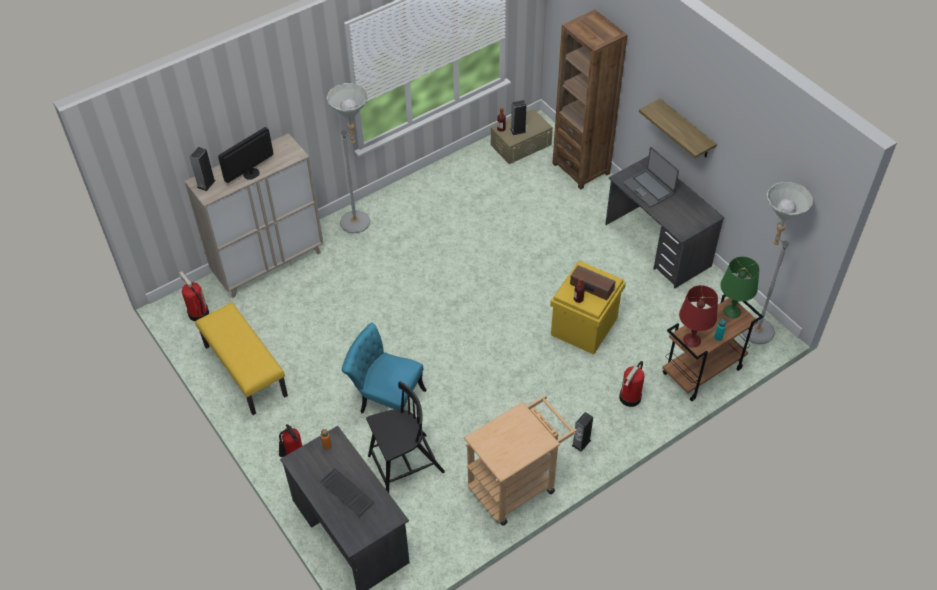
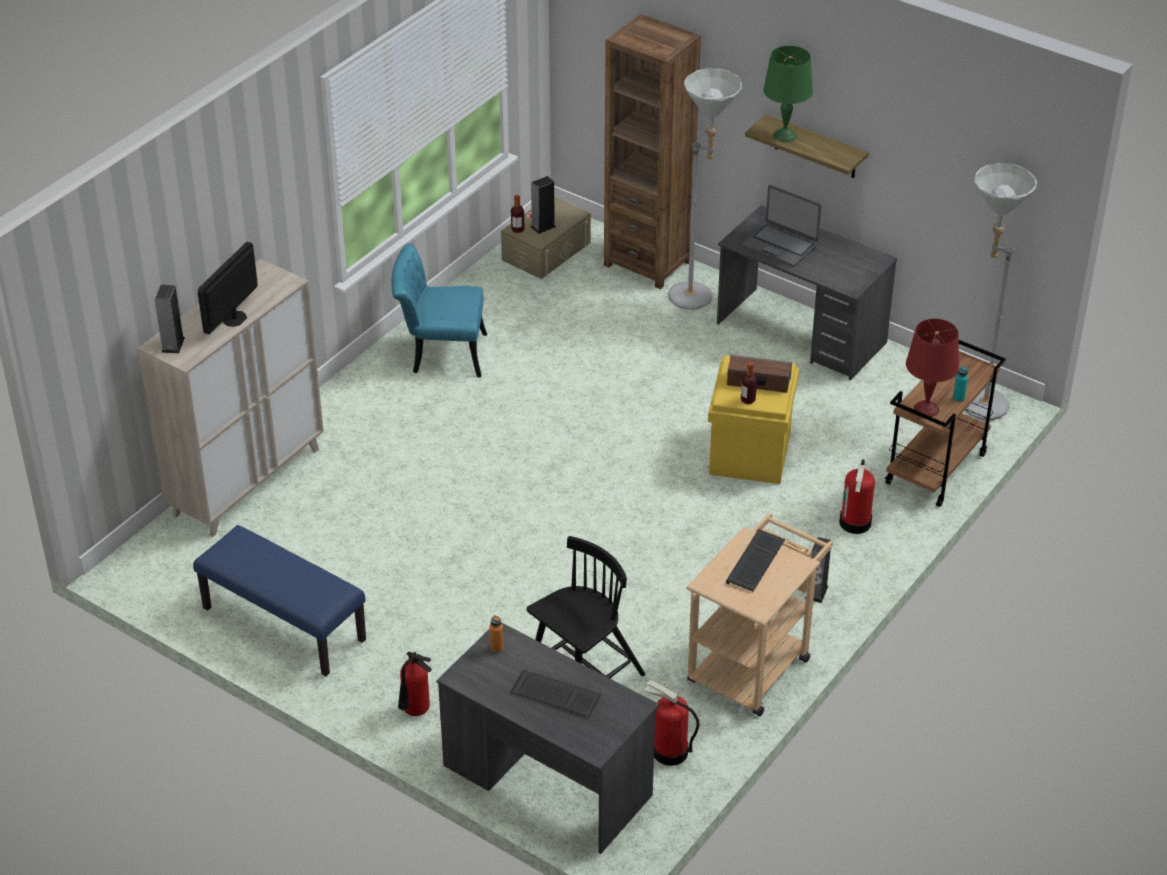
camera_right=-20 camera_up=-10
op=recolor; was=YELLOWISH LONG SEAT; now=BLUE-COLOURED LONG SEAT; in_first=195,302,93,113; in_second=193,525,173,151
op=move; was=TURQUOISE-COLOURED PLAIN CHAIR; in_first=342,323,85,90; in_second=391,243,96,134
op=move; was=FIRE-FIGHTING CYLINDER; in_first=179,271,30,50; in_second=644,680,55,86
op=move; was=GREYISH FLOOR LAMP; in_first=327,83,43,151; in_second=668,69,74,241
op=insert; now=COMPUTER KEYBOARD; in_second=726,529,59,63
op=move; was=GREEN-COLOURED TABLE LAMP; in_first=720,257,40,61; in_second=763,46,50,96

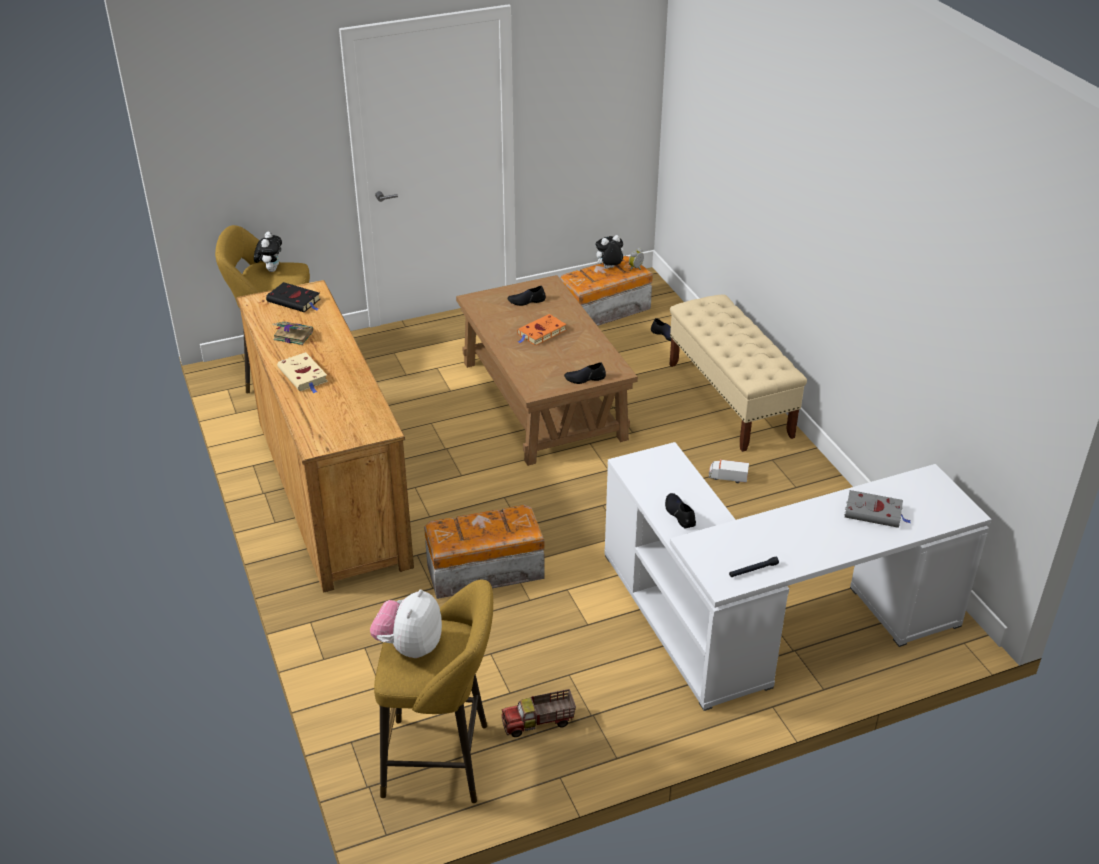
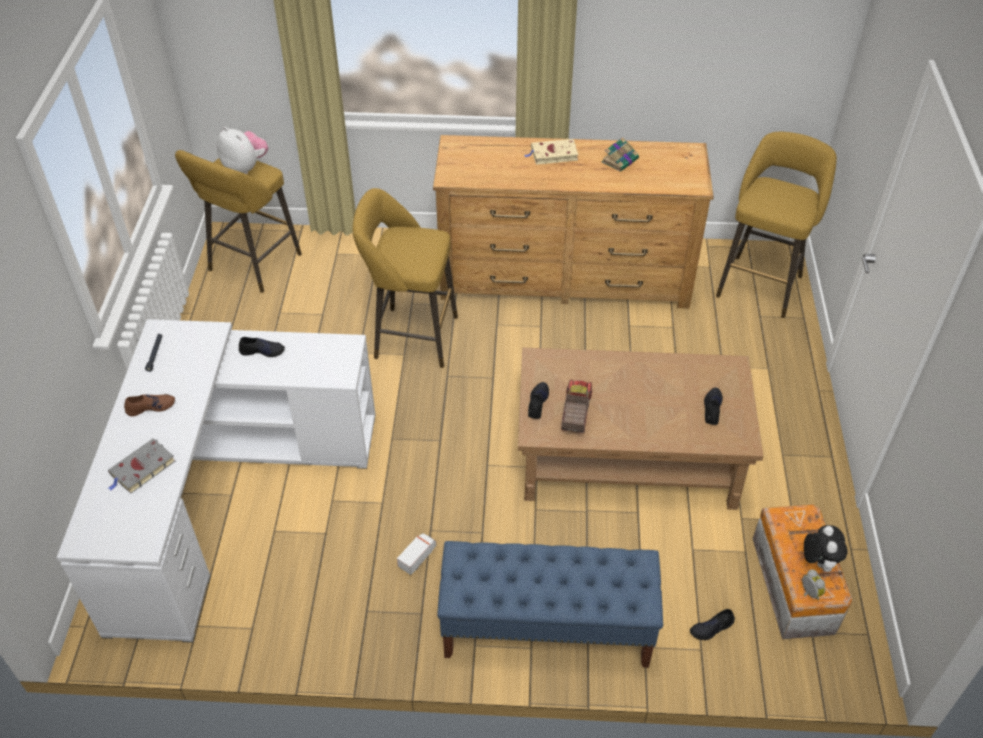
camera_right=115 camera_up=10
op=insert; now=BROWN SHOE; in_second=124,394,51,22
op=replace; was=STORAGE CONTAINER; now=YELLOWISH STOOL SEAT; in_first=424,505,121,94; in_second=352,188,106,180
op=recolor; was=BEIGE LONG SEAT; now=BLUE-COLOURED LONG SEAT; in_first=669,295,138,157; in_second=437,541,226,127
op=move; was=MODEL TRUCK; in_first=501,689,75,48; in_second=561,379,31,54
op=delete; was=CUDDLY TOY; in_first=254,232,28,40
op=delete; was=BLACK-COLOURED BOOK; in_first=266,282,54,30
op=delete; was=ORANGEY BOOK; in_first=517,314,50,32

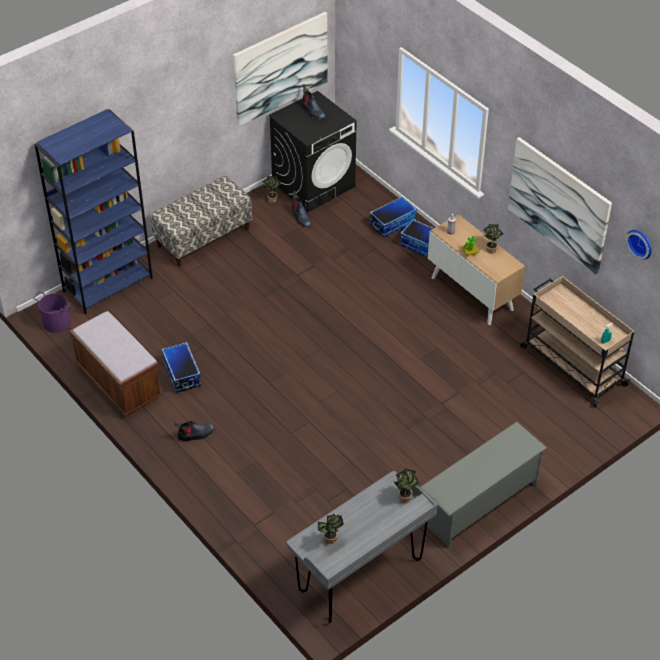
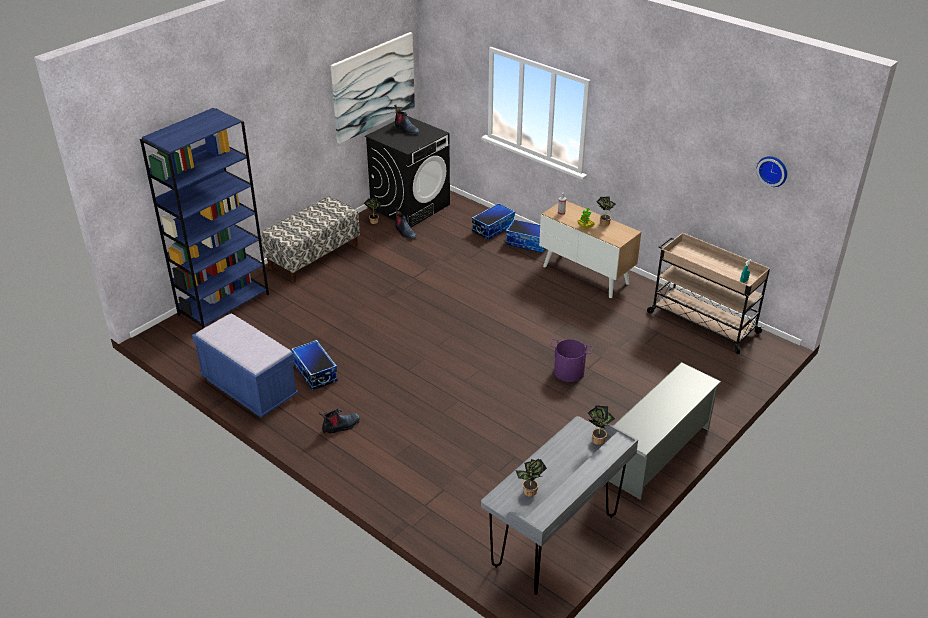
camera_right=-10 camera_up=-10
op=recolor; was=BROWN LONG SEAT; now=BLUE-COLOURED LONG SEAT; in_first=69,311,93,105; in_second=192,314,106,104
op=move; was=PURPLE-COLOURED WATER BUCKET; in_first=33,291,38,42; in_second=549,339,44,43
op=delete; was=PICTURE; in_first=508,137,104,138

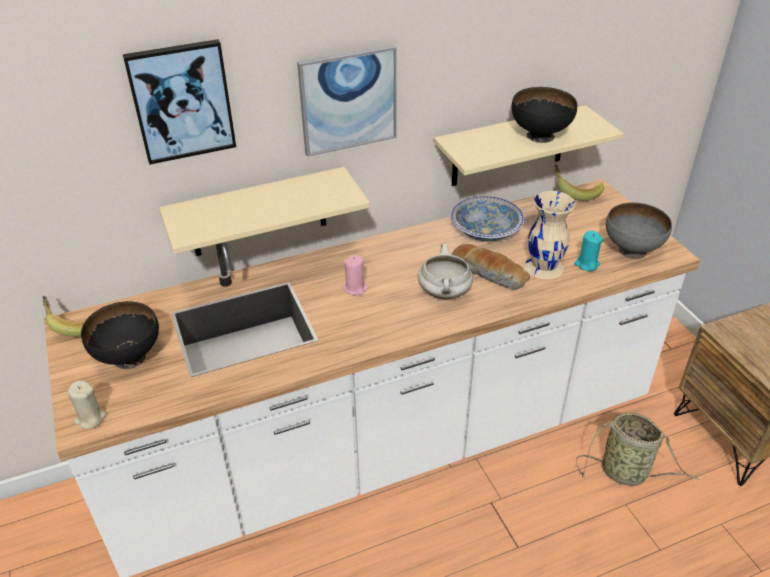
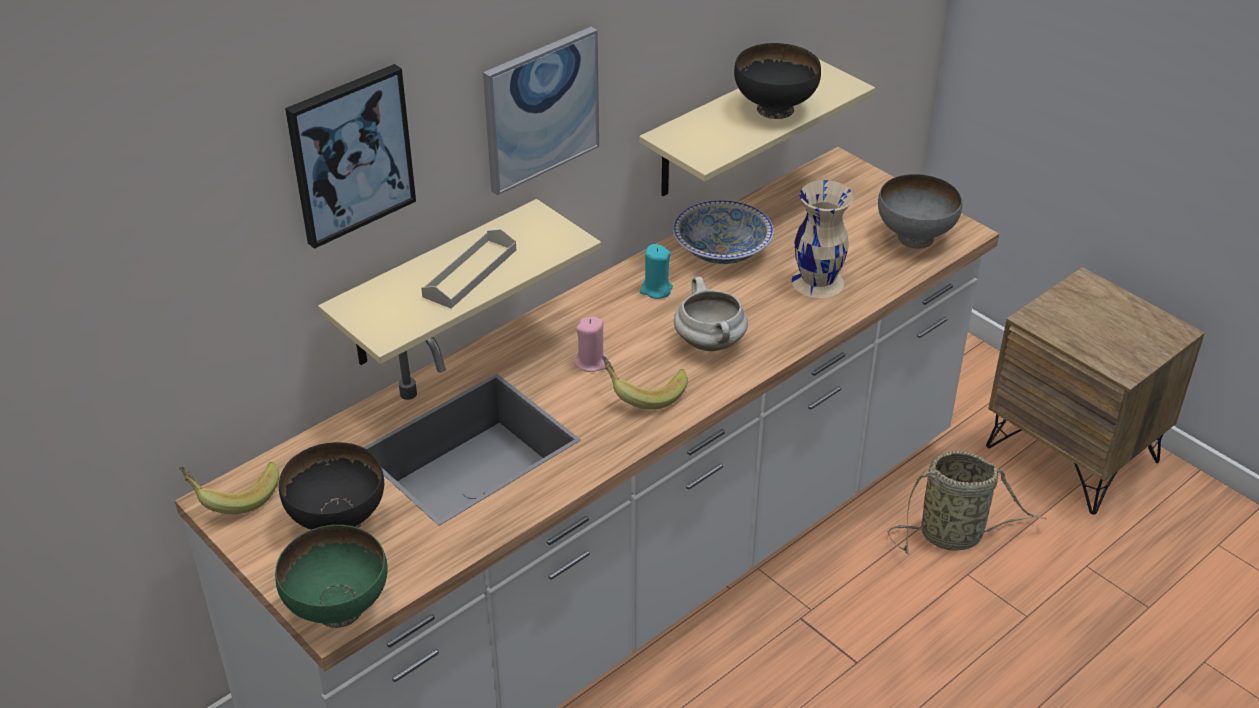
camera_right=-20 camera_up=0
op=replace; was=BEIGE WAX LIGHT; now=GREEN-COLOURED SERVING BOWL; in_first=67,381,39,48; in_second=275,525,113,103
op=insert; now=GREYISH TRAY; in_second=421,229,95,80
op=move; was=BANANA FRUIT; in_first=555,164,49,37; in_second=602,356,86,54
op=move; was=TURQUOISE-COLOURED WAX LIGHT; in_first=574,230,29,41; in_second=640,244,33,55
op=delete; was=BAKED BREAD; in_first=451,244,79,46

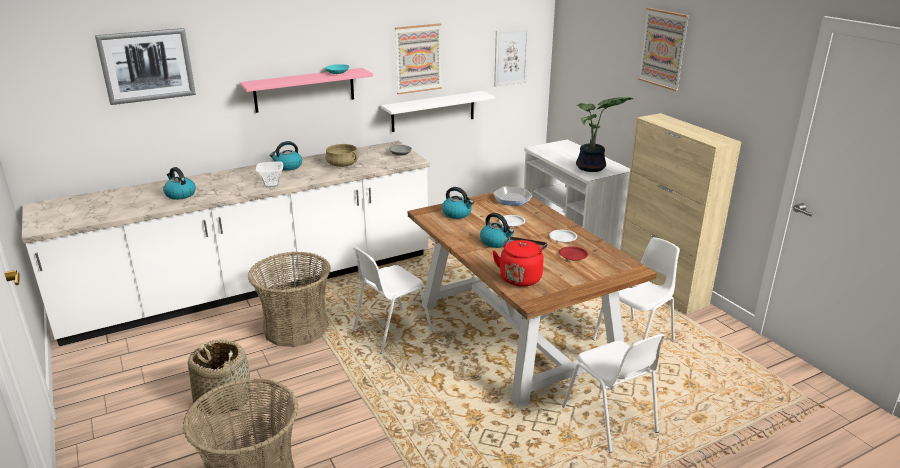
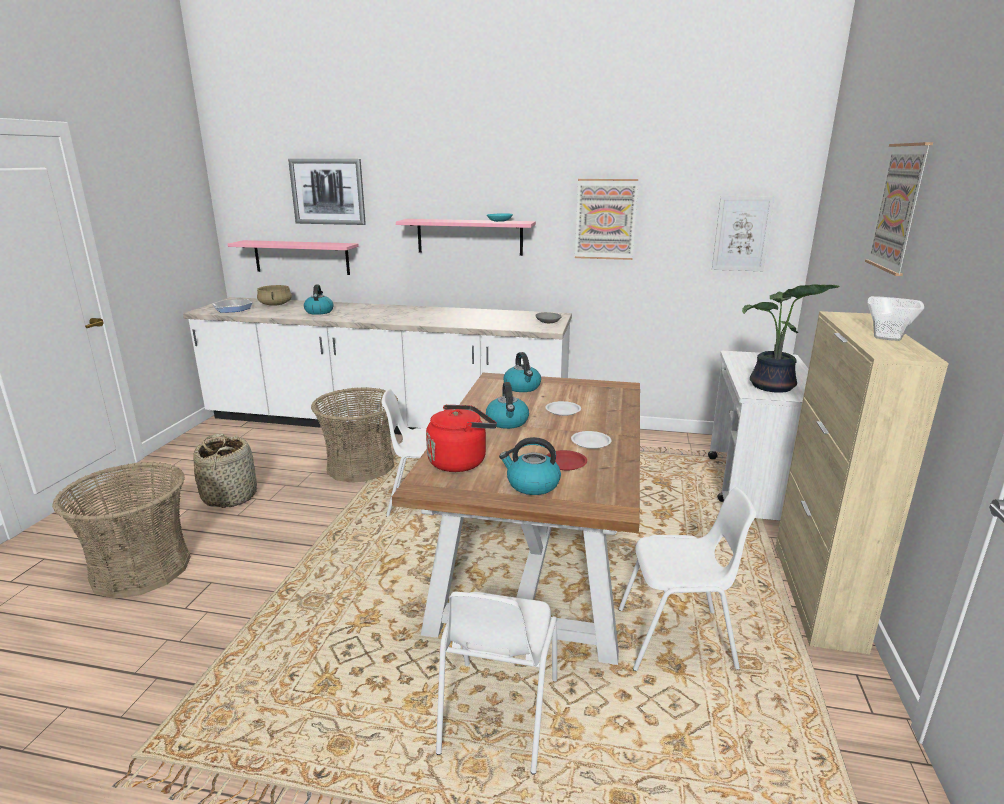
camera_right=40 camera_up=-5
op=move; was=SKILLET; in_first=493,186,39,20; in_second=212,299,41,14
op=insert; now=PINKISH BRACKET SHELF; in_second=228,240,131,35
op=move; was=BEIGE COOKING POT; in_first=325,144,34,23; in_second=257,285,35,21
op=move; was=WATER KETTLE; in_first=270,141,32,30; in_second=499,437,62,58
op=move; was=SERVING BOWL; in_first=256,162,27,25; in_second=868,296,56,45
op=delete; was=WHITE BRACKET SHELF; in_first=381,91,114,41

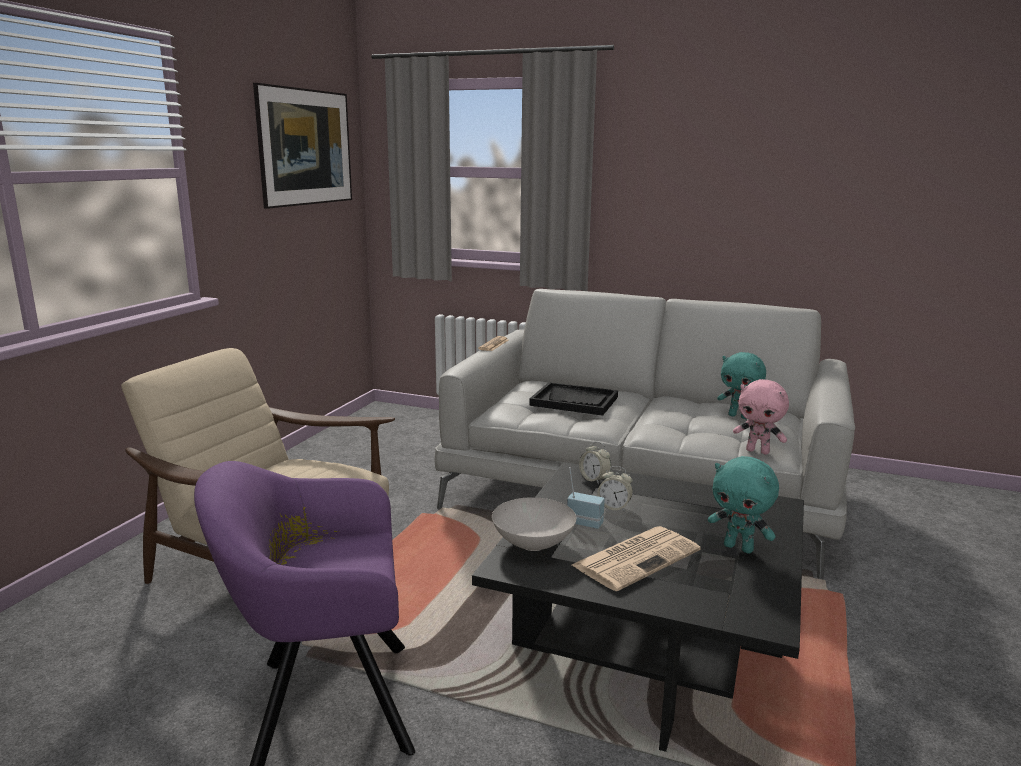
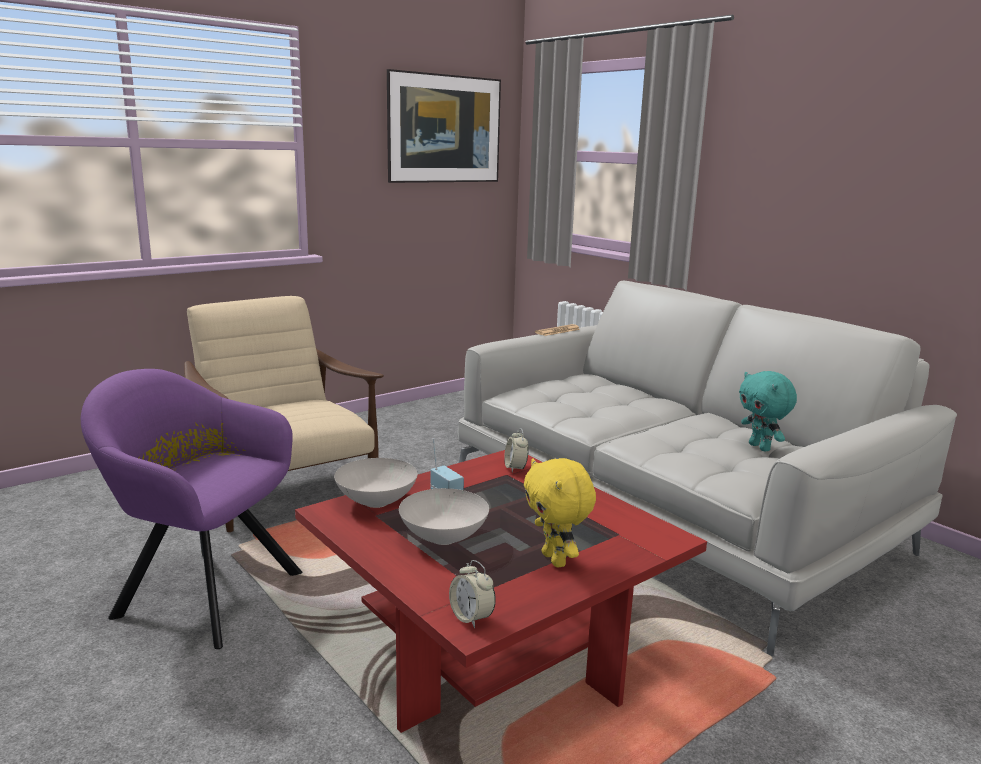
camera_right=30 camera_up=0
op=recolor; was=BLACK-COLOURED LOW TABLE; now=RED LOW TABLE; in_first=472,462,332,290; in_second=295,450,412,283
op=replace; was=DAILY PAPER; now=WHITE SERVING BOWL; in_first=572,526,129,65; in_second=399,488,90,57
op=move; was=BEDSIDE CLOCK; in_first=597,466,36,46; in_second=449,560,47,68
op=recolor; was=TURQUOISE-COLOURED CUDDLY TOY; now=YELLOWISH CUDDLY TOY; in_first=708,456,71,98; in_second=524,458,72,109
op=delete; was=BLACK-COLOURED TRAY; in_first=529,382,89,34
op=delete; was=PINKISH CUDDLY TOY; in_first=733,379,56,76

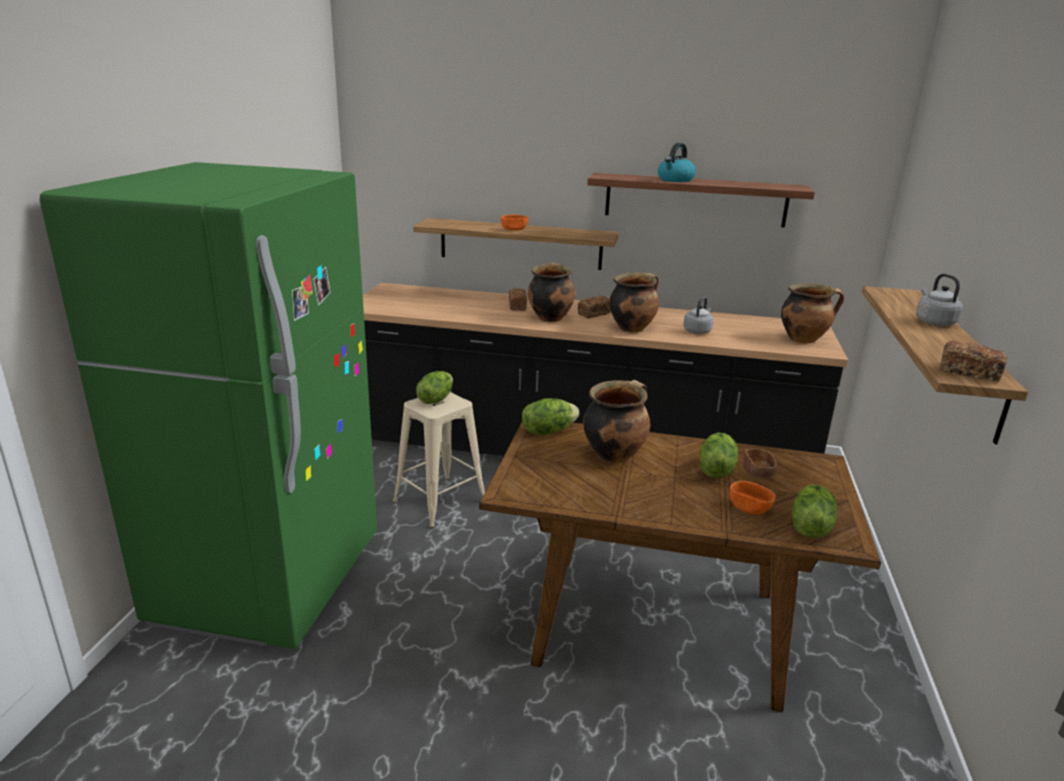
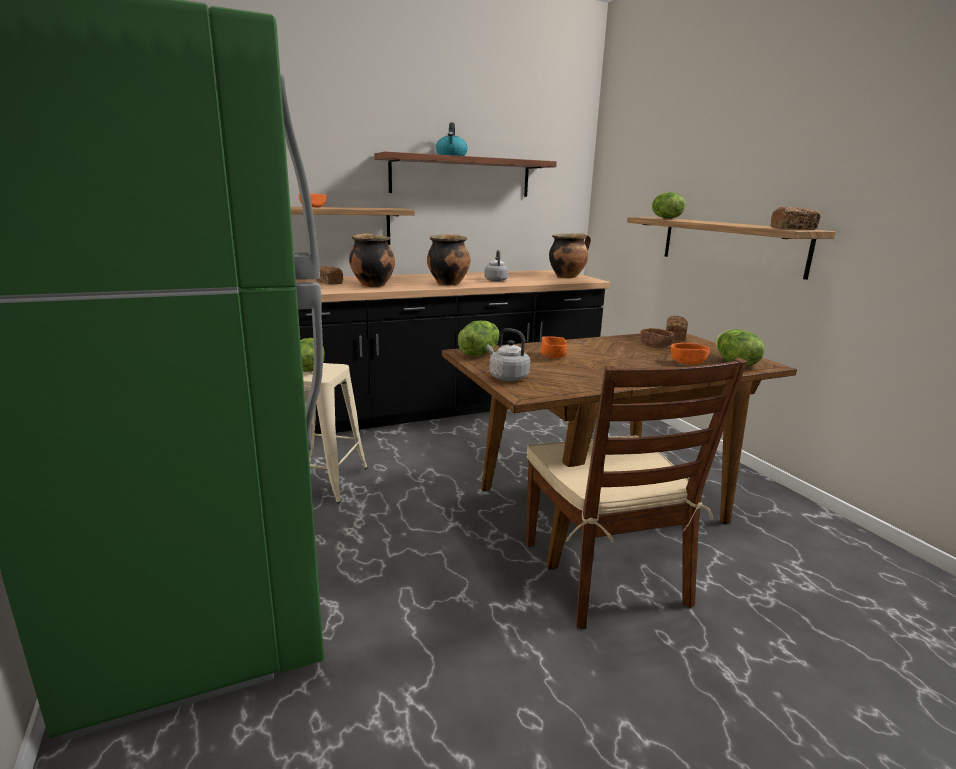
camera_right=-35 camera_up=-5
op=move; was=GREYISH WATER KETTLE; in_first=916,274,47,52; in_second=487,328,43,53
op=insert; now=BROWN PLAIN CHAIR; in_second=526,358,221,271
op=replace; was=COOKING POT; now=ORANGEY SERVING BOWL; in_first=583,380,67,83; in_second=541,336,26,22
op=move; was=LETTUCE; in_first=700,433,38,45; in_second=651,192,34,27
op=move; was=BAKED BREAD; in_first=578,296,33,22; in_second=666,316,22,25

